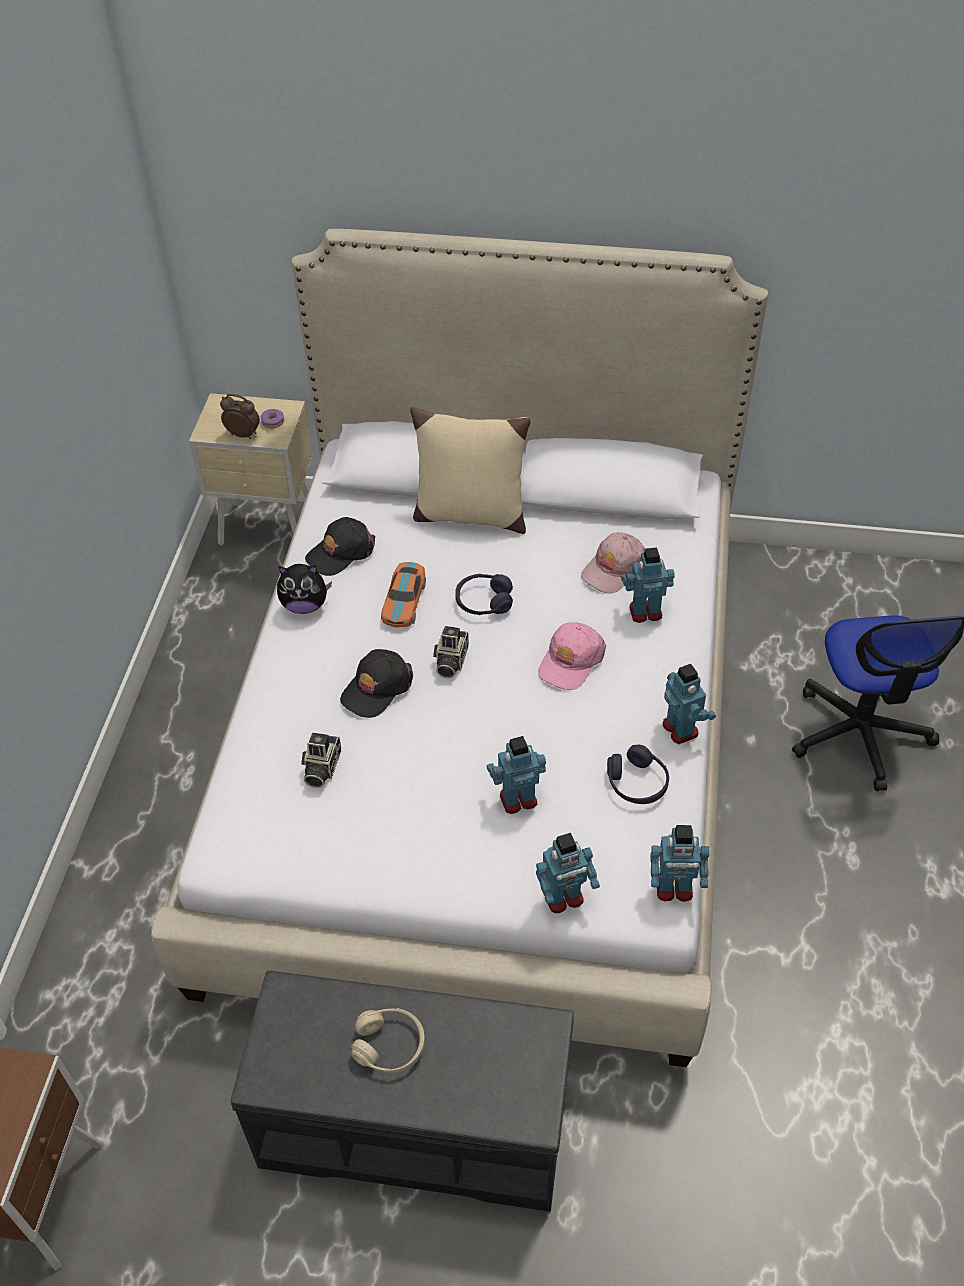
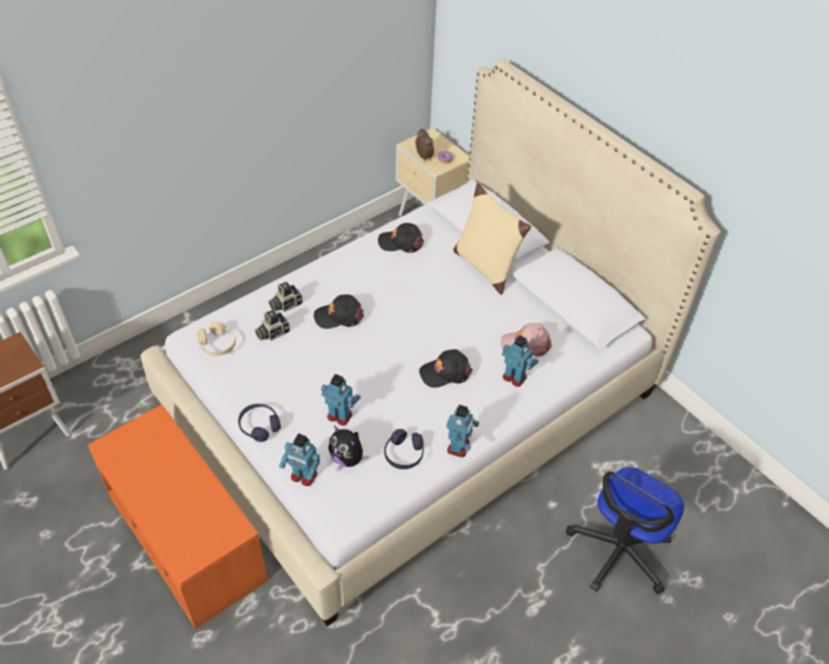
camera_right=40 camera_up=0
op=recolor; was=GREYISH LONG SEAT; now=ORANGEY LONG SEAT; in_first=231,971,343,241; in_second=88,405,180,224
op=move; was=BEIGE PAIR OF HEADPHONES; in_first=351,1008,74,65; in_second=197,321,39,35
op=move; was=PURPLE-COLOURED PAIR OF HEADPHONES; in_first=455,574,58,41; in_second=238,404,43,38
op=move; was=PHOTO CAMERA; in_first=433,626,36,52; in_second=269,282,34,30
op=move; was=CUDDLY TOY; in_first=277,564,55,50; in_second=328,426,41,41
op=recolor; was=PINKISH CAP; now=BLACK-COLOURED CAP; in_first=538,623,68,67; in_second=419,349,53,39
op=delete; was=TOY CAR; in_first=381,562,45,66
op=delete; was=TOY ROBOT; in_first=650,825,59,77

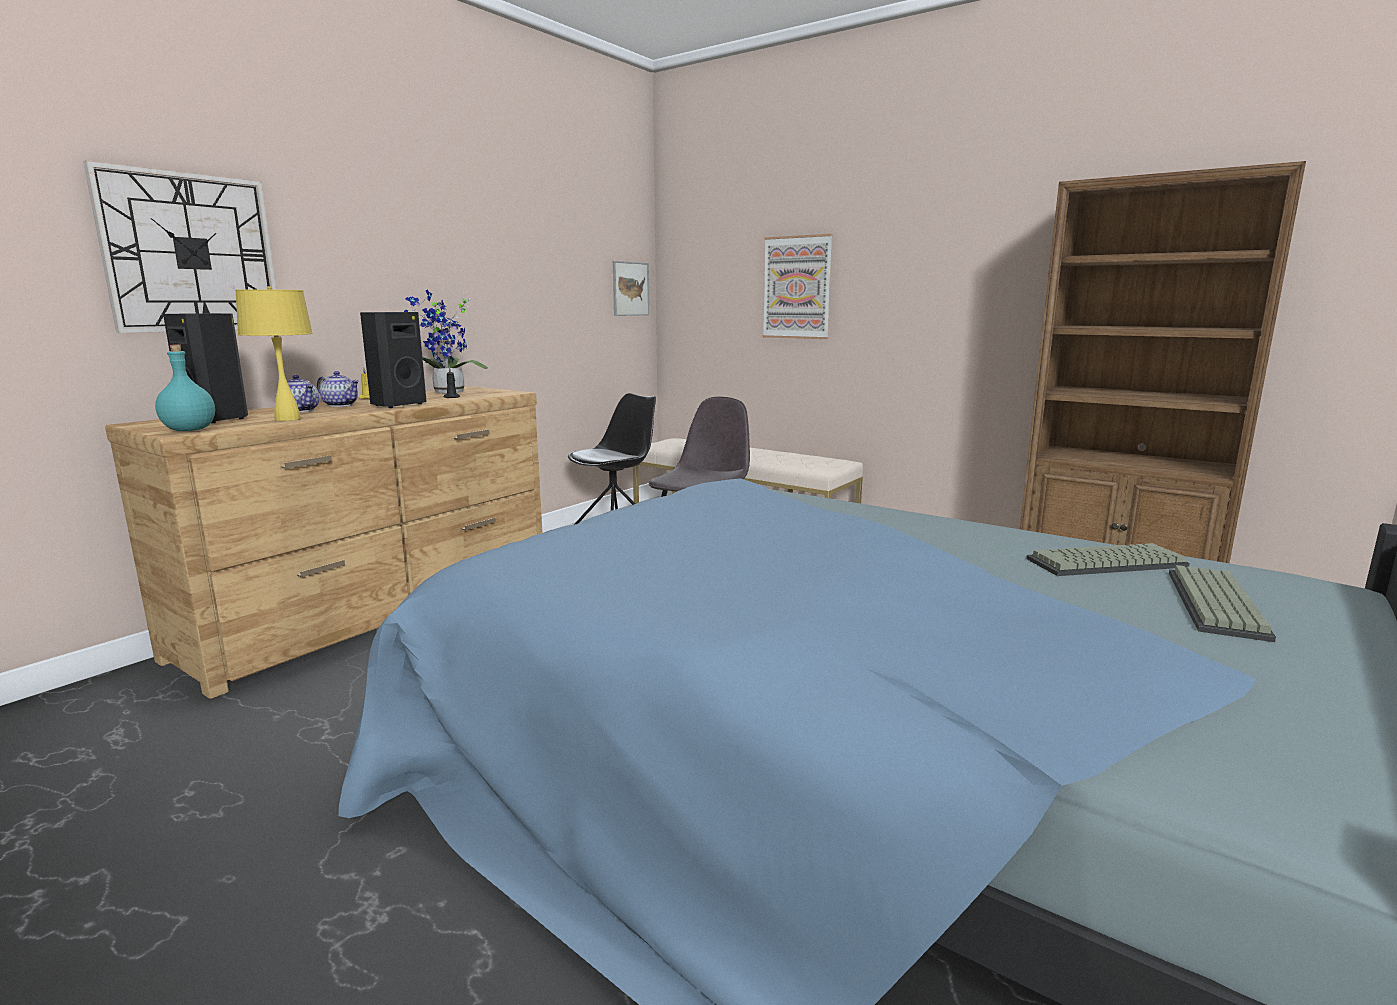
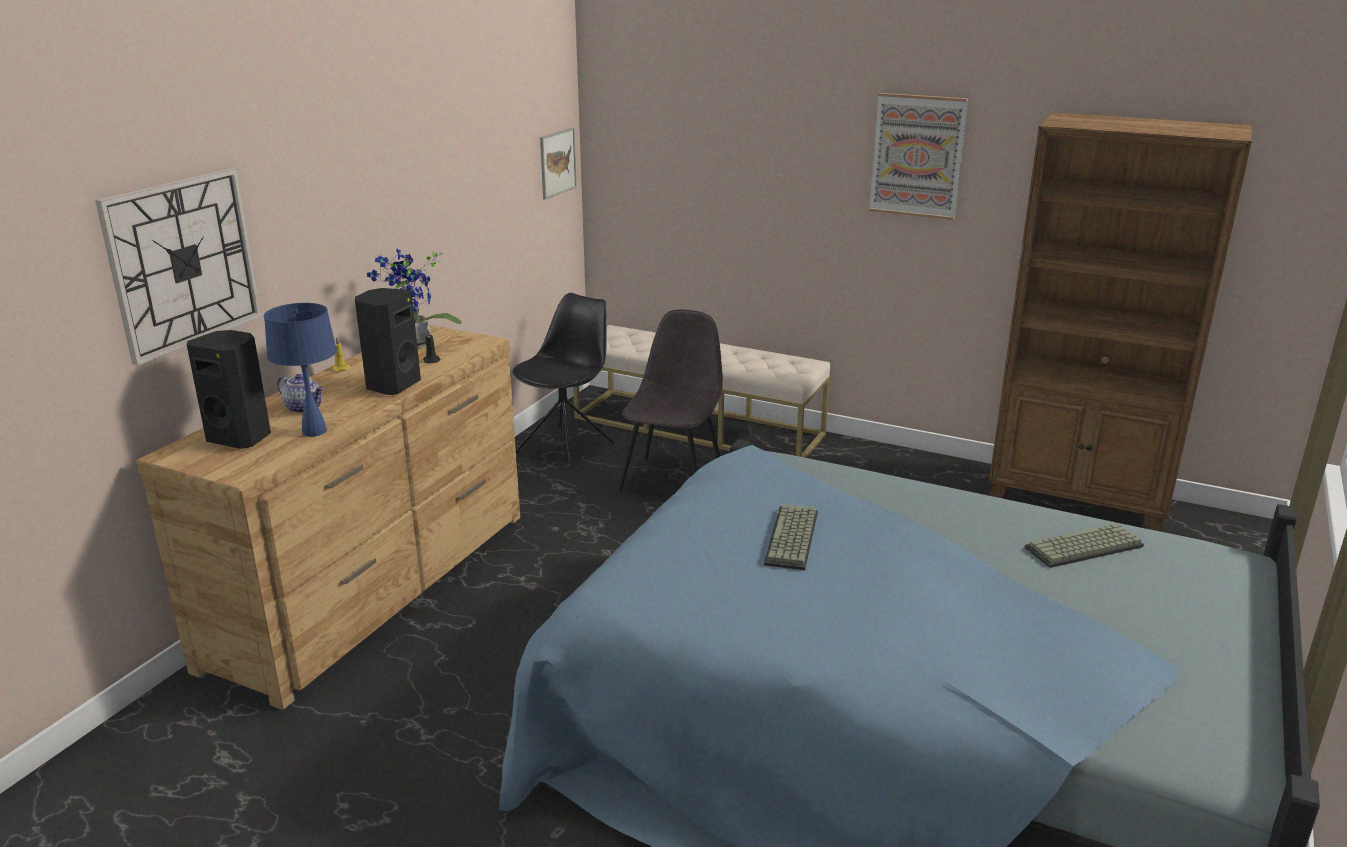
camera_right=-10 camera_up=10
op=recolor; was=YELLOWISH TABLE LAMP; now=BLUE-COLOURED TABLE LAMP; in_first=235,286,78,135; in_second=264,303,73,134
op=move; was=COMPUTER KEYBOARD; in_first=1169,565,107,77; in_second=764,504,54,66
op=move; was=PICTURE; in_first=762,234,71,105; in_second=869,93,99,127
op=delete; was=TURQUOISE-COLOURED BOTTLE; in_first=155,344,60,87
op=delete; was=POT FOR TEA; in_first=317,371,42,36

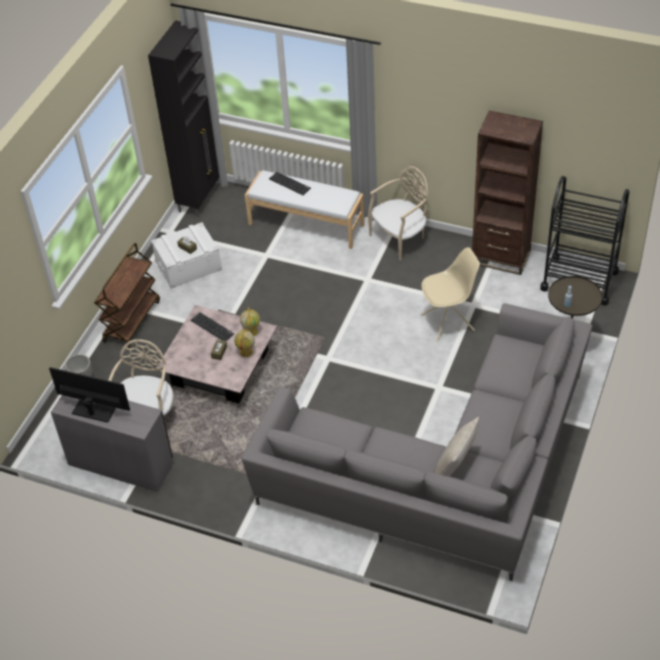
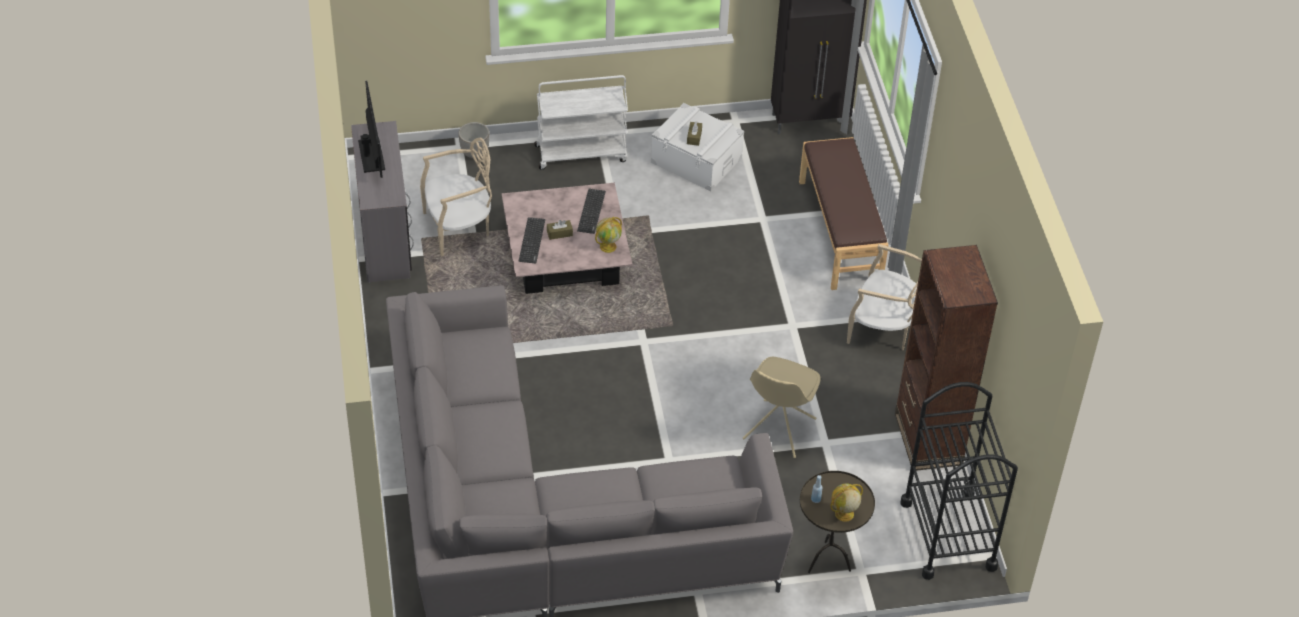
camera_right=55 camera_up=0
op=move; was=COMPUTER KEYBOARD; in_first=269,172,42,23; in_second=518,217,27,47
op=recolor; was=BROWN TROLLEY; now=WHITE TROLLEY; in_first=94,243,66,105; in_second=534,75,94,95
op=rotate; was=BEIGE PLAIN CHAIR; in_first=421,247,59,95; in_second=743,357,78,101; clockwise=75
op=recolor; was=WHITE LONG SEAT; now=BROWN LONG SEAT; in_first=245,170,119,79; in_second=799,137,90,153
op=move; was=WORLD GLOBE; in_first=234,327,21,30; in_second=831,484,32,38
op=delete; was=BEIGE THROW PILLOW; in_first=435,417,44,59

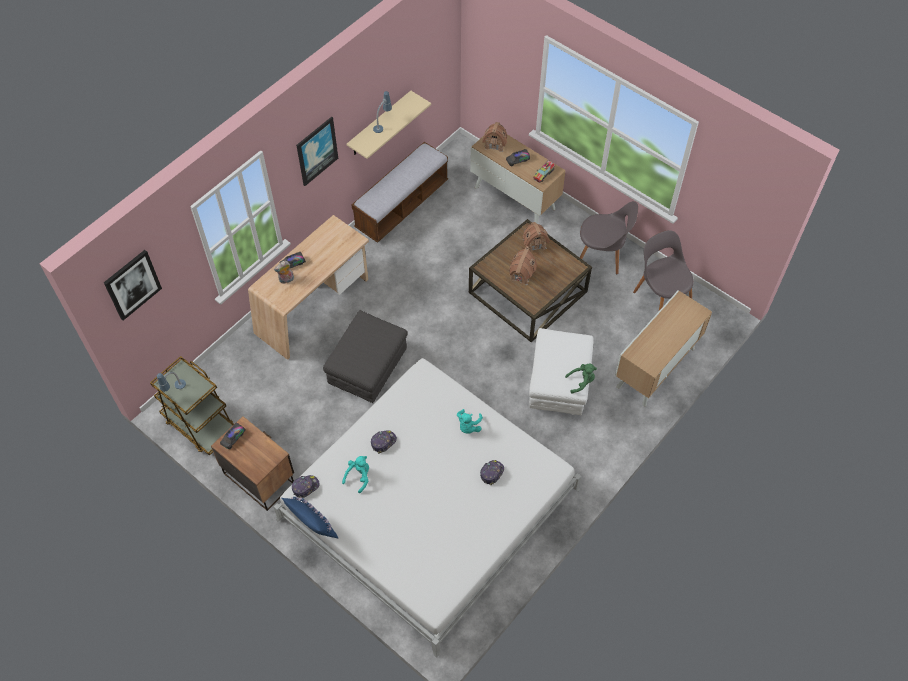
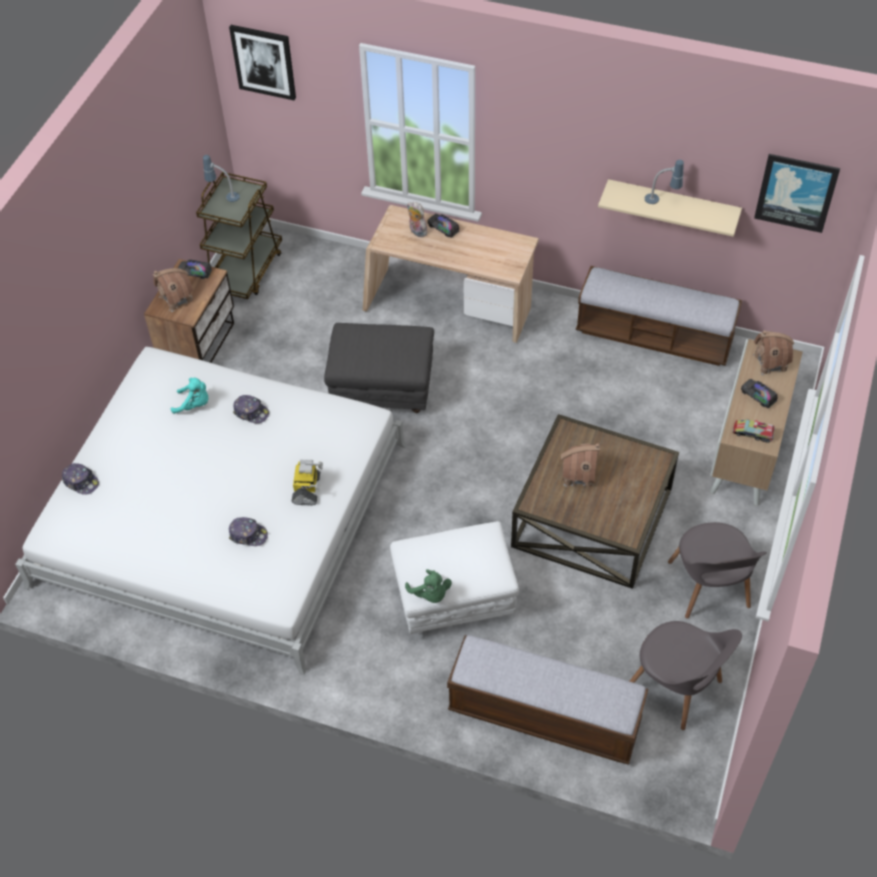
camera_right=70 camera_up=-5
op=move; was=CAP; in_first=292,475,28,23; in_second=62,463,37,32
op=move; was=MINIATURE HOUSE; in_first=523,222,27,30; in_second=153,268,41,44
op=replace; was=TURQUOISE-COLOURED CUDDLY TOY; now=TOY ROBOT; in_first=457,409,26,25; in_second=292,459,31,47
op=replace; was=CUPBOARD; now=LONG SEAT; in_first=615,291,97,115; in_second=447,635,201,130
op=rotate; was=GREYISH PLAIN CHAIR; in_first=633,230,61,81; in_second=630,621,112,109; clockwise=90
op=move; was=PICTURE; in_first=296,117,42,69; in_second=754,154,86,79
op=delete; was=BLUE-COLOURED THROW PILLOW; in_first=282,497,56,41

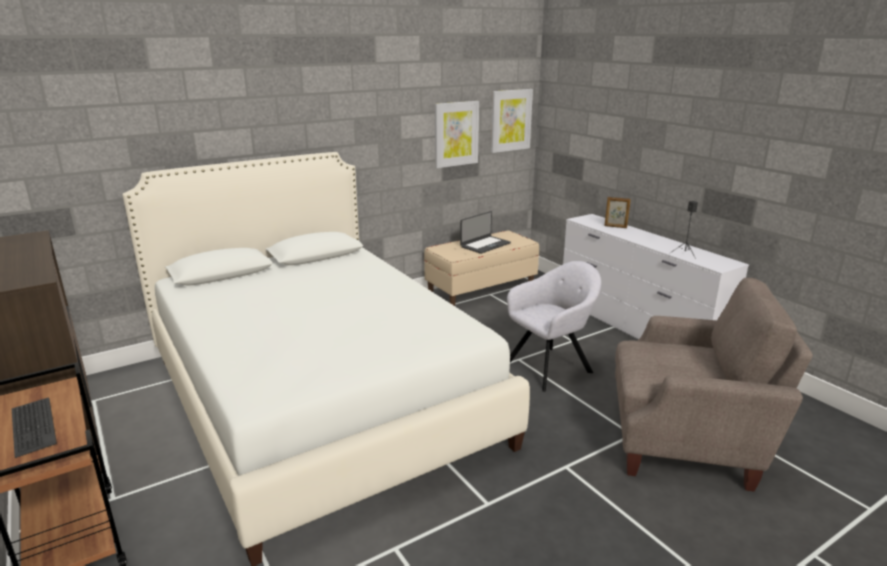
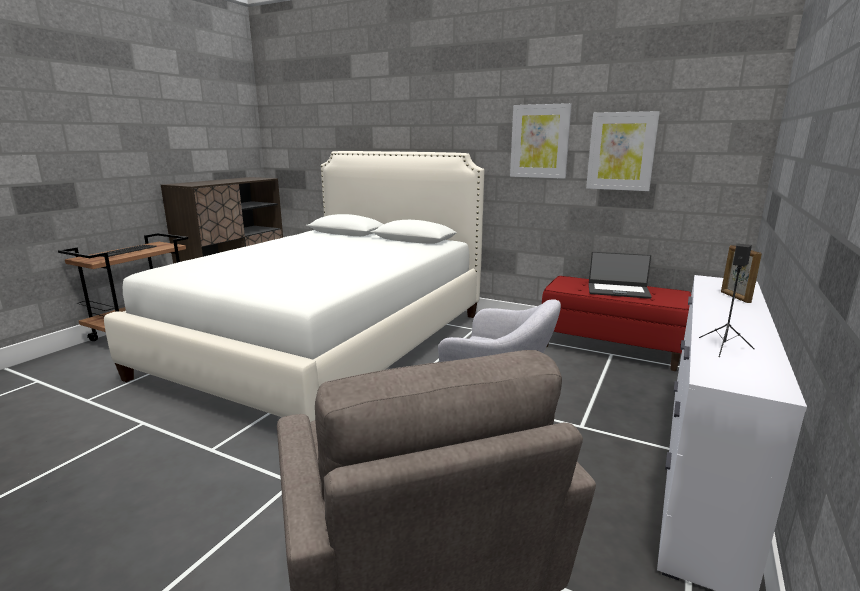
camera_right=60 camera_up=-5
op=move; was=PICTURE; in_first=491,89,42,64; in_second=510,103,62,76
op=recolor; was=BEIGE LONG SEAT; now=RED LONG SEAT; in_first=424,230,115,76; in_second=542,276,149,95

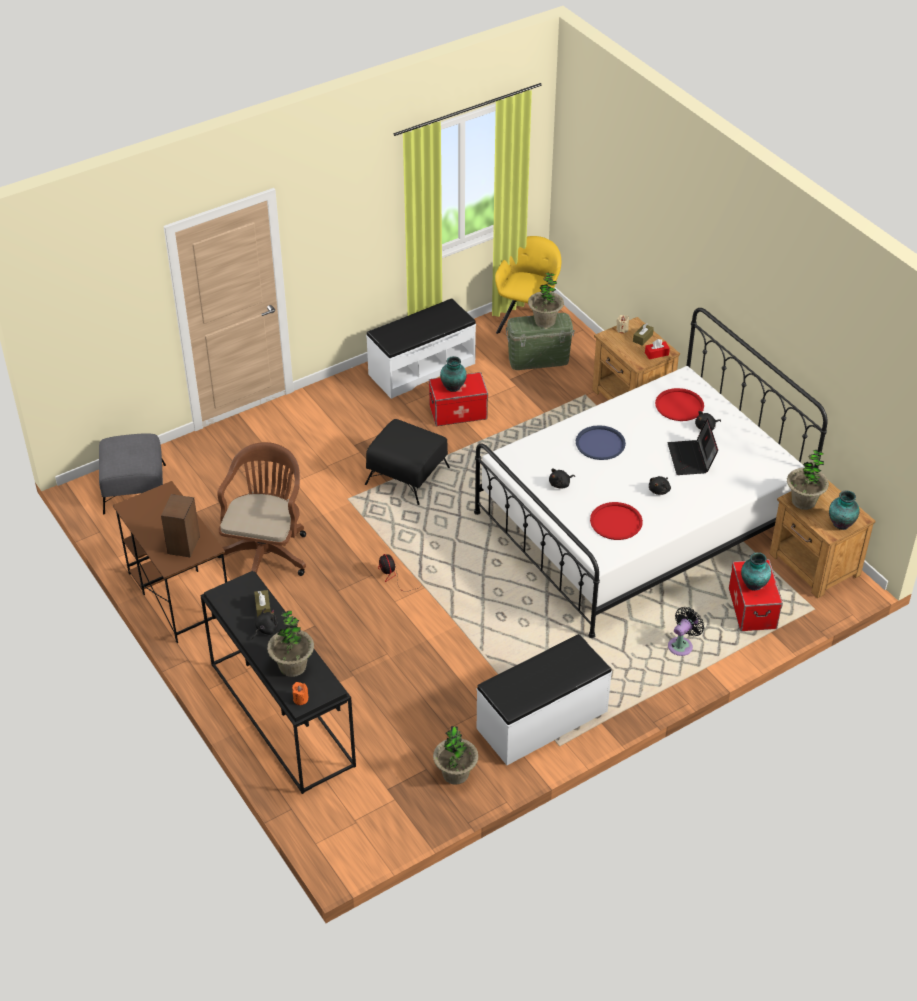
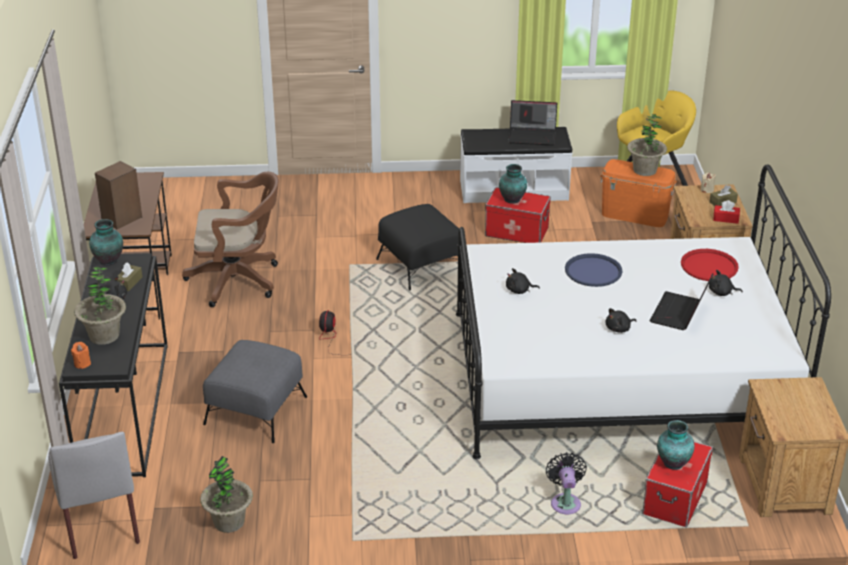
camera_right=30 camera_up=-10
op=insert; now=GREYISH PLAIN CHAIR; in_second=48,432,92,127
op=move; was=VASE; in_first=829,490,30,40; in_second=89,219,34,47
op=rotate; was=BROWN DESK CHAIR; in_first=217,442,89,134; in_second=182,172,97,135; clockwise=45
op=move; was=GREYISH OTTOMAN; in_first=99,433,67,81; in_second=203,340,104,103
op=insert; now=PORTABLE COMPUTER; in_second=508,100,49,46
op=rotate; was=BLACK-COLOURED COOLING FAN; in_first=668,607,36,49; in_second=546,452,41,62; clockwise=-75
op=recolor; was=GREEN-COLOURED STORAGE CONTAINER; now=ORANGEY STORAGE CONTAINER; in_first=505,313,70,57; in_second=600,159,77,68
op=delete; was=WHITE LONG SEAT; in_first=476,634,136,131
op=delete; was=RED TRAY; in_first=590,502,53,38
op=delete; was=PLANT IN A POT; in_first=787,450,42,60

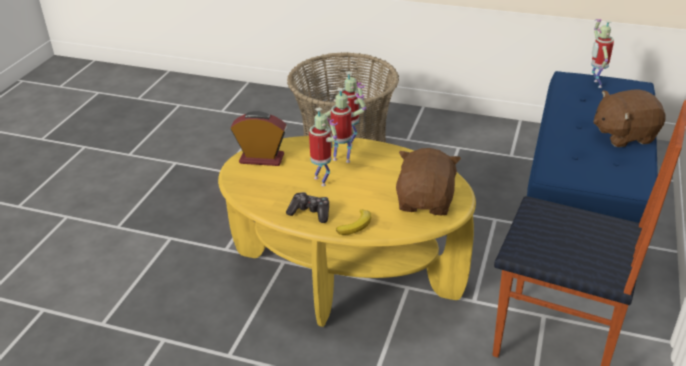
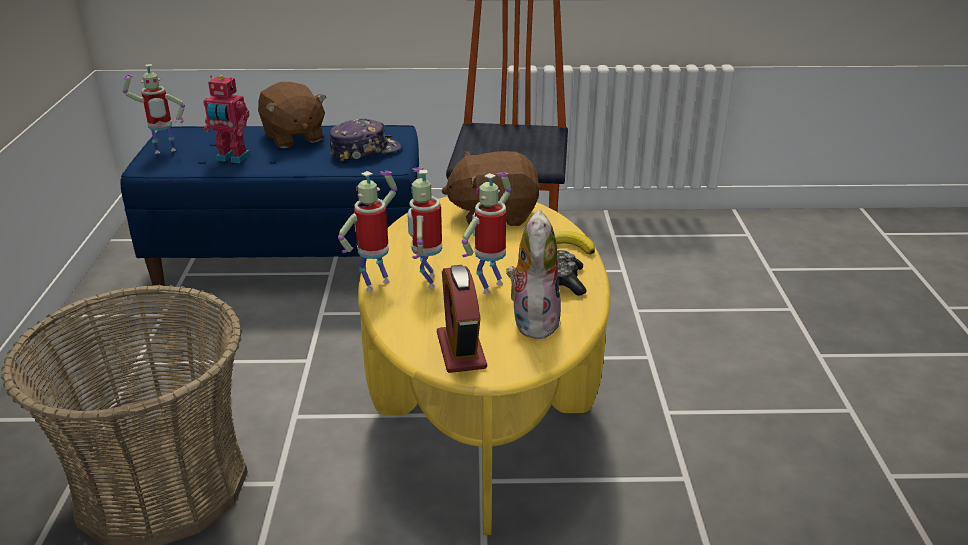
camera_right=-110 camera_up=-5
op=insert; now=TOY ROBOT; in_second=204,75,47,88
op=insert; now=CAP; in_second=329,118,72,44
op=insert; now=CUDDLY TOY; in_second=506,210,55,129

